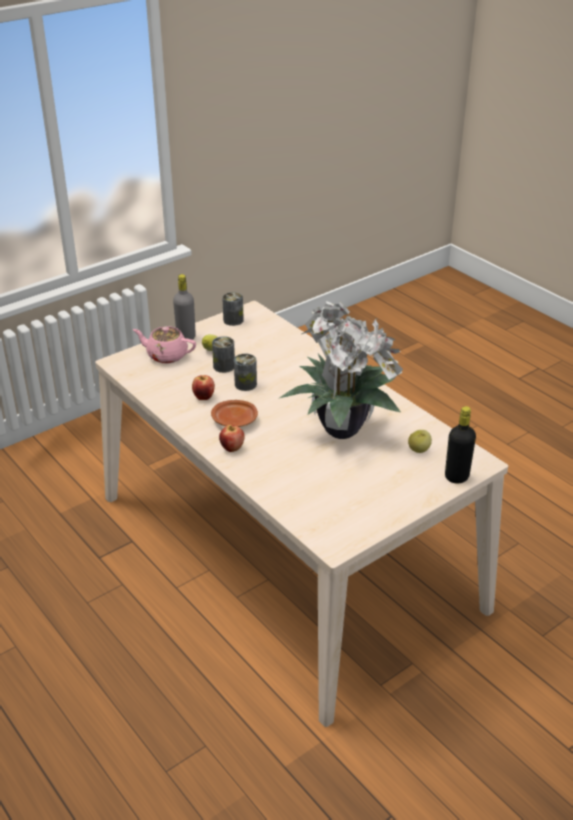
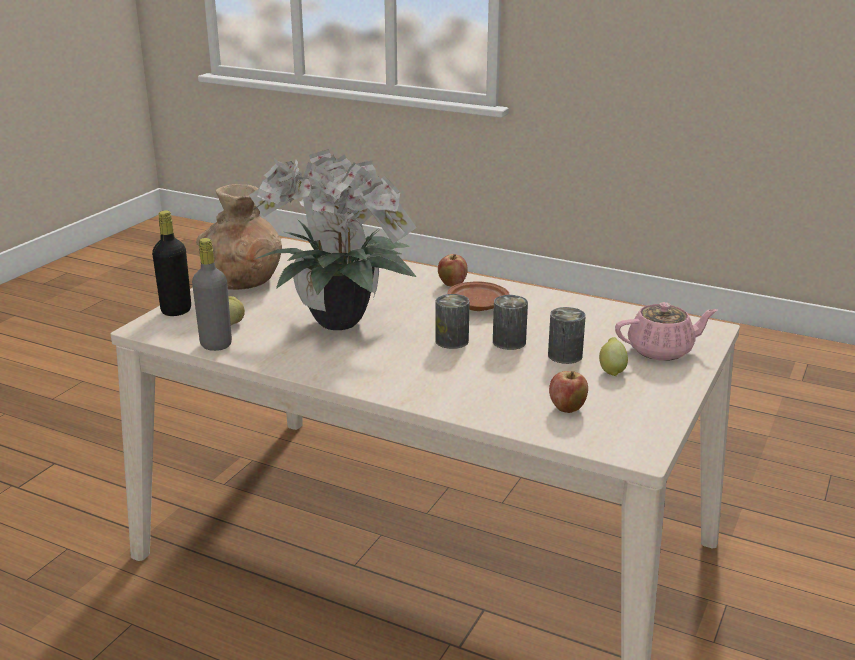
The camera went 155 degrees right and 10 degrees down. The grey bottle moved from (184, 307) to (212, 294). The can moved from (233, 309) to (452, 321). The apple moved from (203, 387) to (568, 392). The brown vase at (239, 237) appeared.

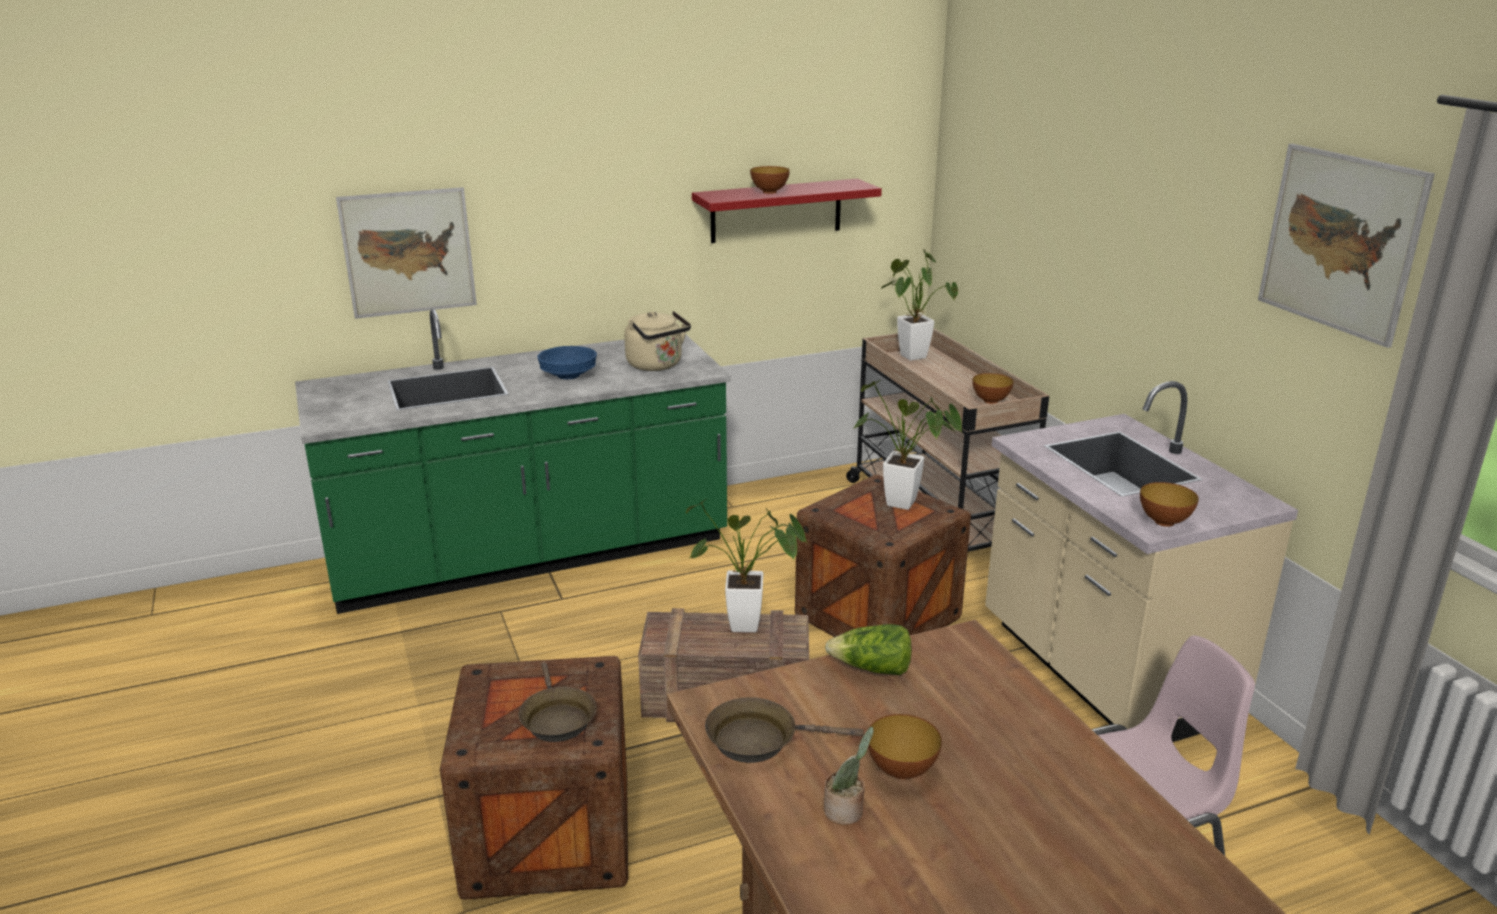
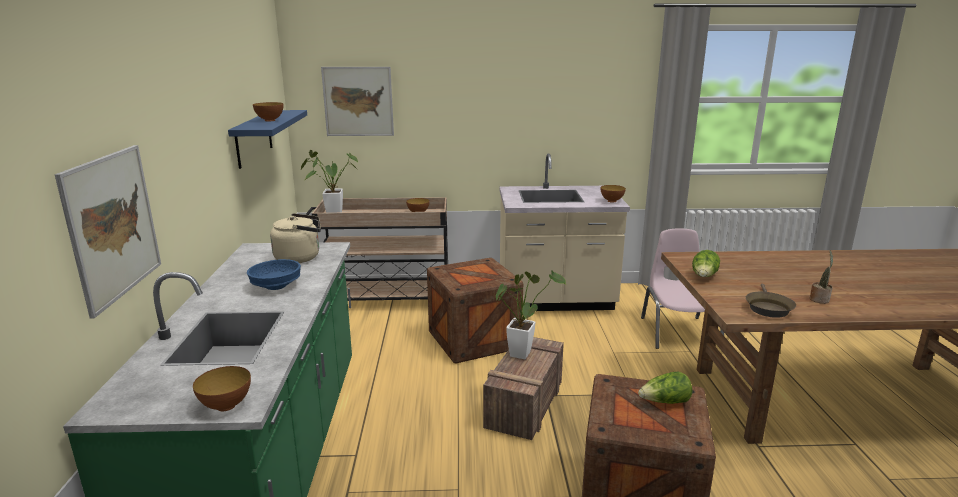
The camera went 70 degrees left and 5 degrees down. The picture moved from (1346, 245) to (357, 101). The red shelf at (787, 211) became the blue shelf at (267, 139). The potted plant at (908, 445) disappeared. The brown frying pan at (558, 702) was replaced by the lettuce at (665, 388). The bowl moved from (905, 746) to (222, 388).

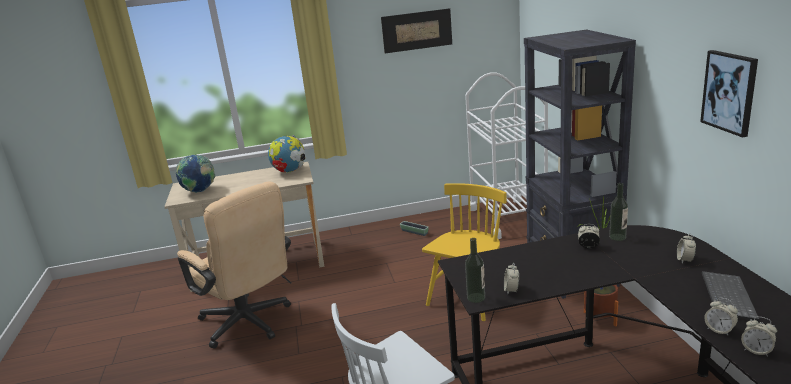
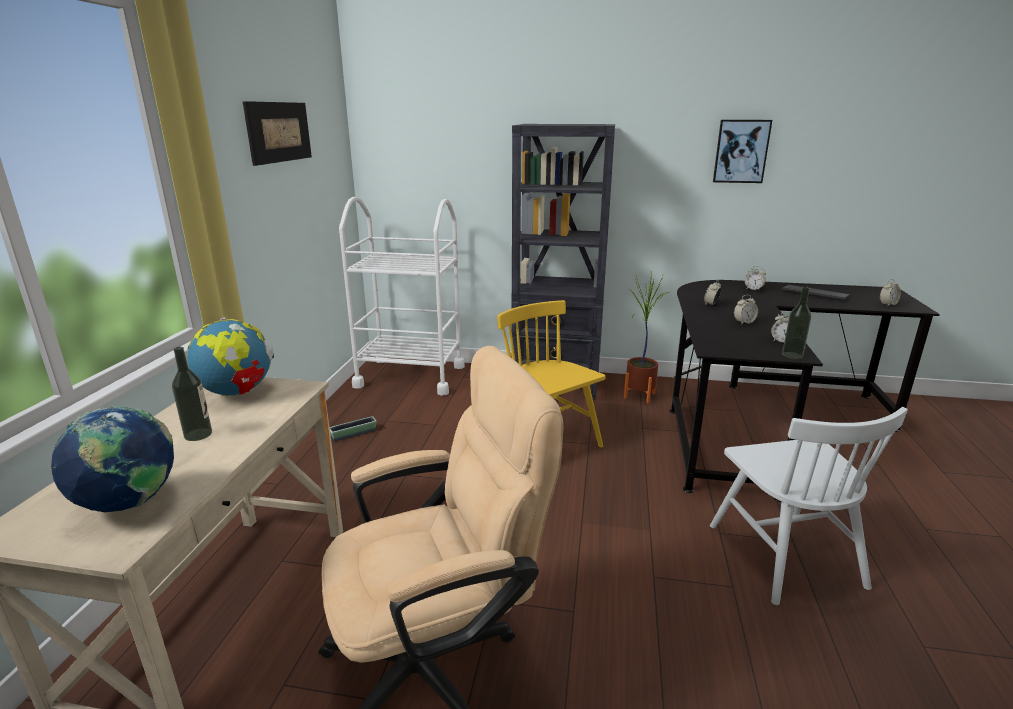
The camera went 70 degrees left and 0 degrees up. The bottle moved from (618, 212) to (192, 394). The alarm clock moved from (721, 316) to (746, 310).

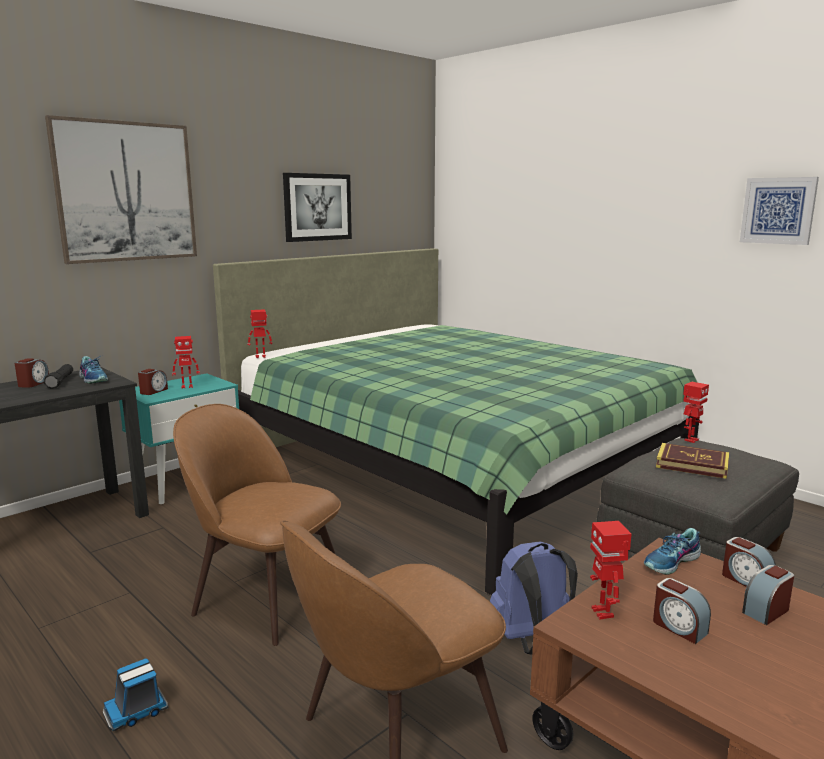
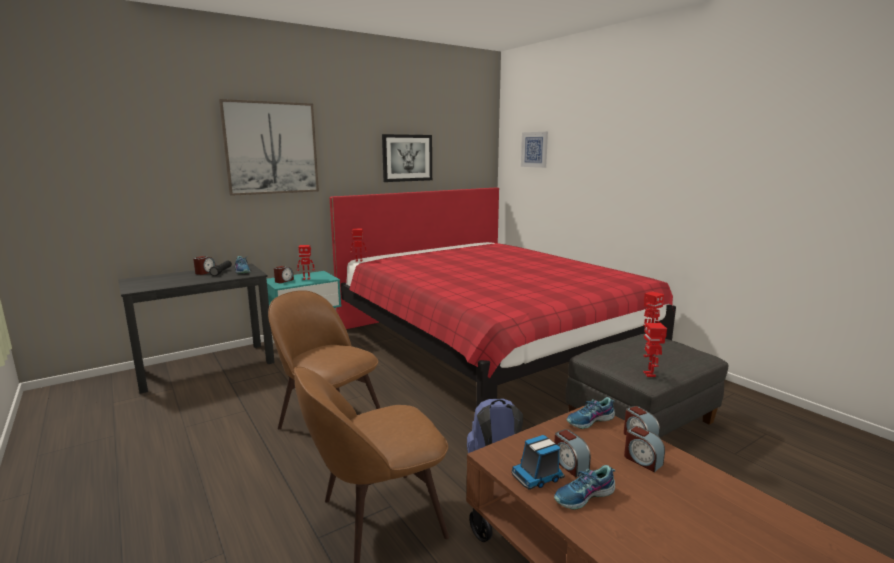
The camera went 10 degrees right and 0 degrees up. The picture moved from (779, 211) to (534, 150). The green bed at (456, 421) became the red bed at (503, 298). The book at (692, 461) disappeared. The toy robot moved from (610, 570) to (655, 350). The alarm clock at (768, 595) turned 105 degrees counterclockwise. The toy truck moved from (135, 694) to (538, 462). The shoe at (584, 487) appeared.

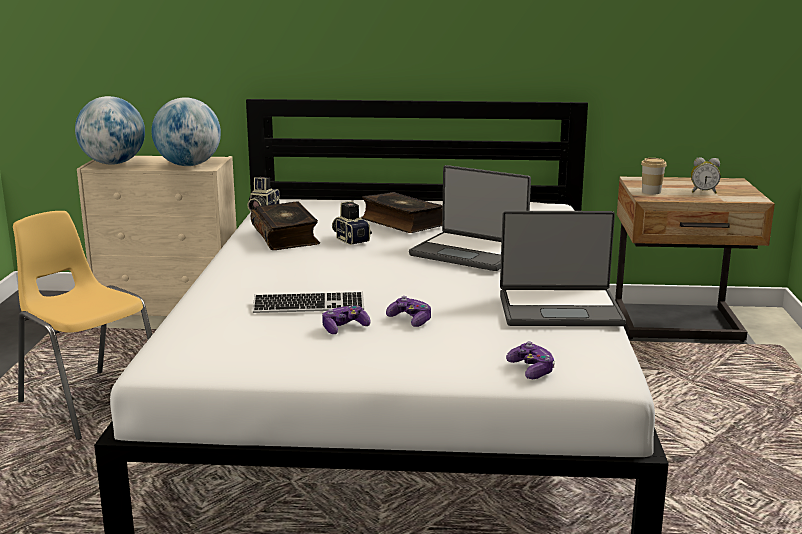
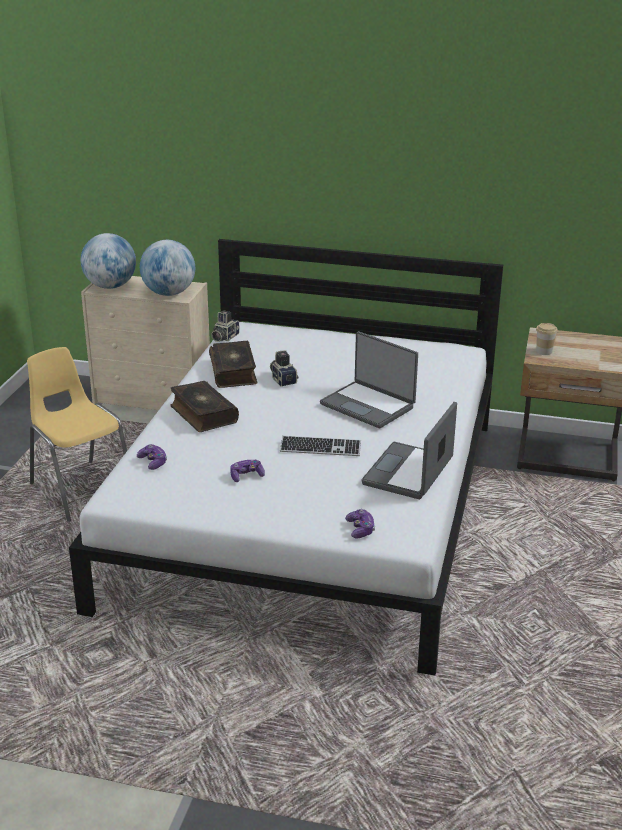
The camera went 10 degrees right and 10 degrees up. The alarm clock at (706, 175) disappeared. The book moved from (402, 212) to (204, 406). The laptop at (563, 268) turned 105 degrees clockwise. The keyboard moved from (308, 302) to (320, 446). The game controller moved from (408, 311) to (152, 457).

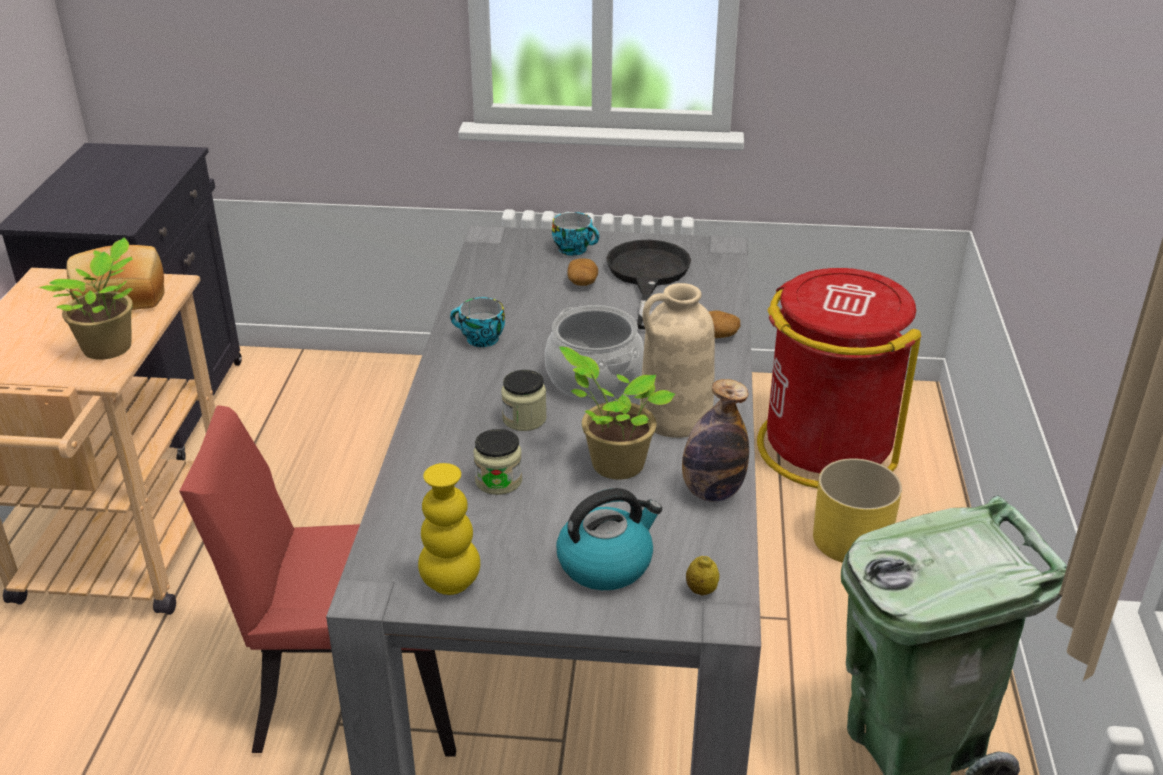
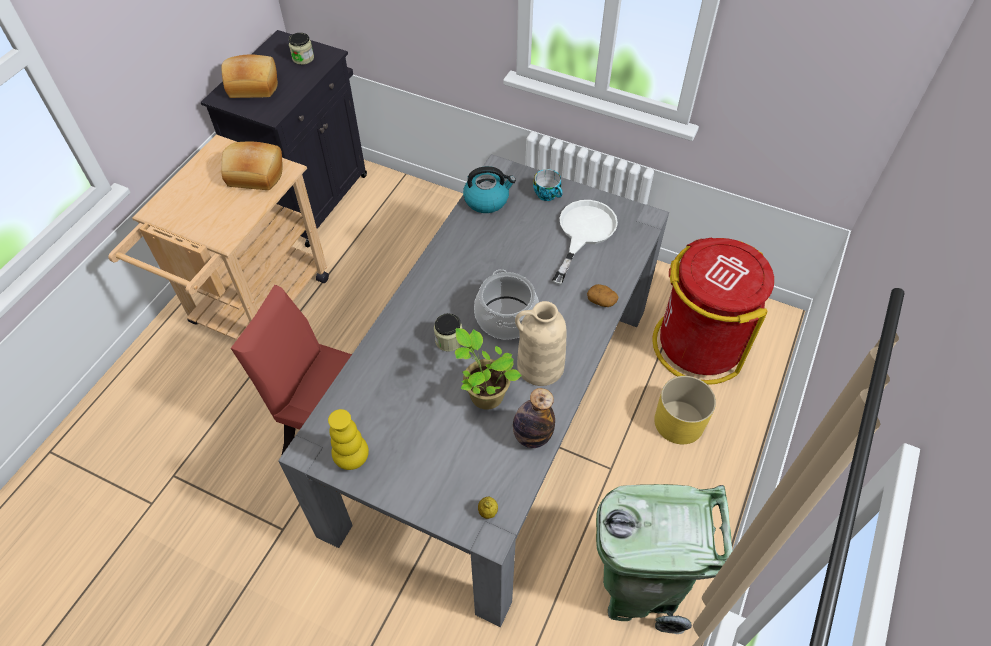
The camera went 20 degrees right and 20 degrees up. The potted plant at (86, 298) disappeared. The black frying pan at (648, 284) became the white frying pan at (585, 242). The potato at (582, 272) disappeared. The cup at (477, 322) disappeared. The jar moved from (497, 462) to (301, 49). The kettle moved from (609, 539) to (489, 189). The bread at (249, 76) appeared.

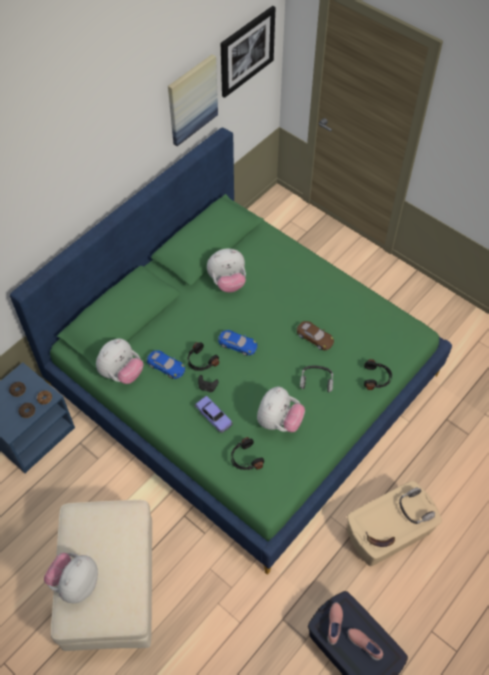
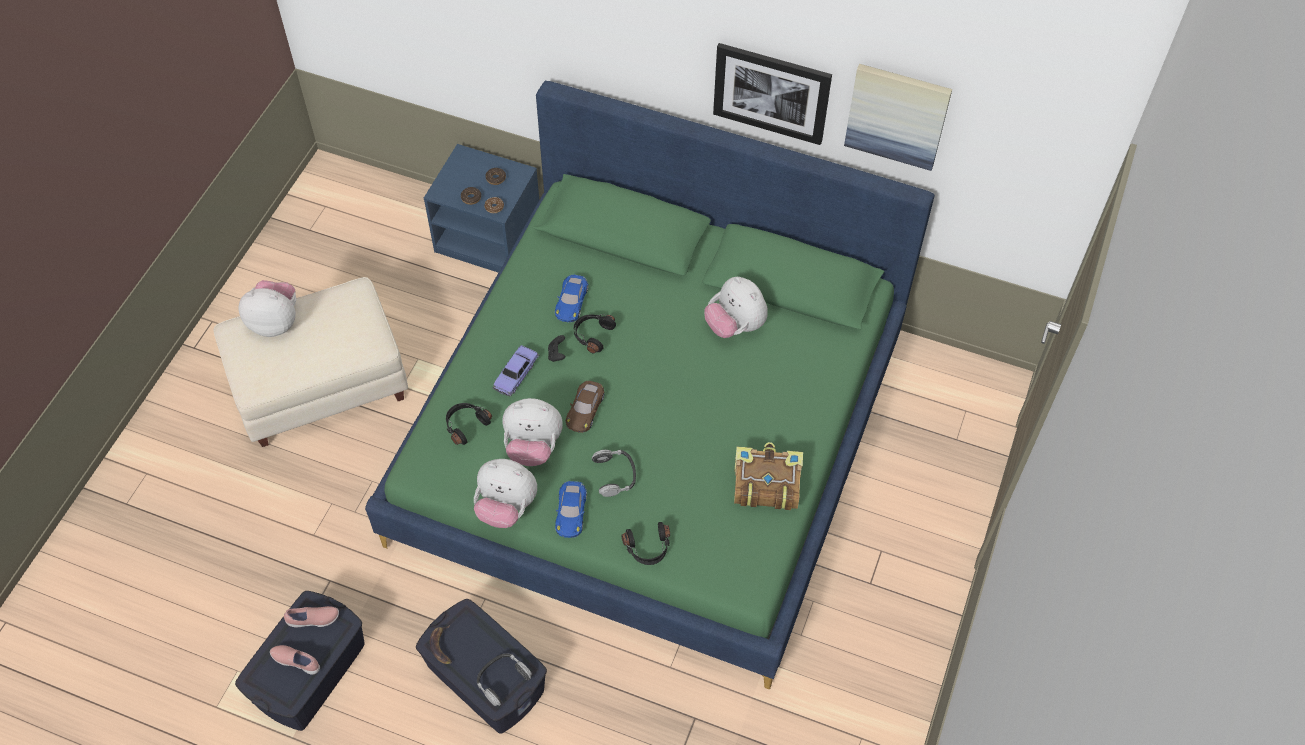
The camera went 70 degrees right and 0 degrees up. The picture moved from (248, 52) to (772, 94). The brown toy car moved from (315, 335) to (585, 407). The blue toy car moved from (237, 343) to (571, 509). The plush toy moved from (119, 361) to (505, 493). The beige storage box at (394, 523) became the blue storage box at (481, 666). The pink shoe at (365, 644) turned 90 degrees counterclockwise. The book at (768, 476) appeared.

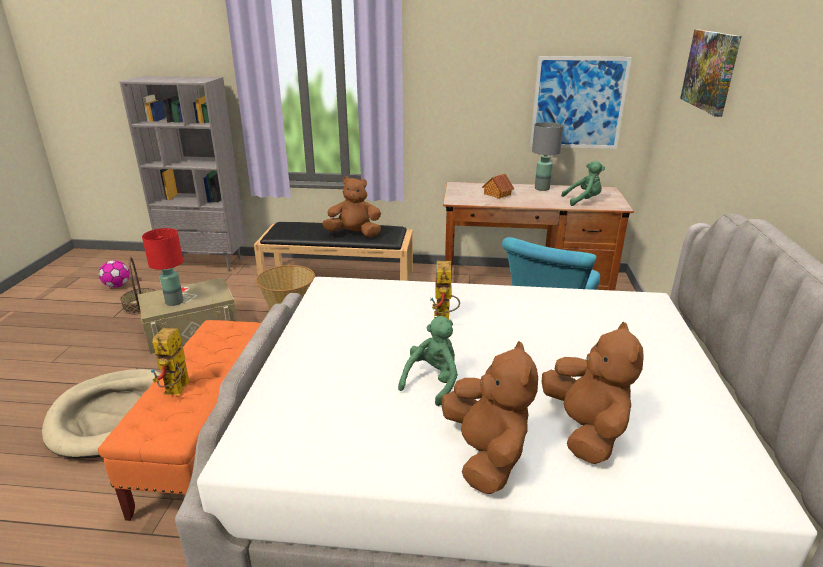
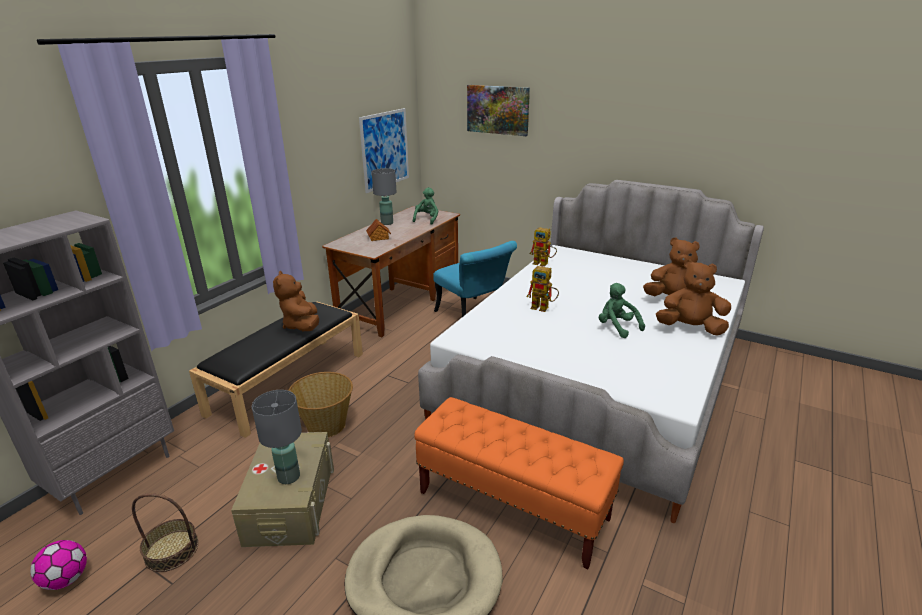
The camera went 65 degrees left and 0 degrees up. The brown plush toy at (351, 206) turned 45 degrees counterclockwise. The red table lamp at (163, 267) became the grey table lamp at (277, 437). The toy robot moved from (170, 361) to (543, 247).

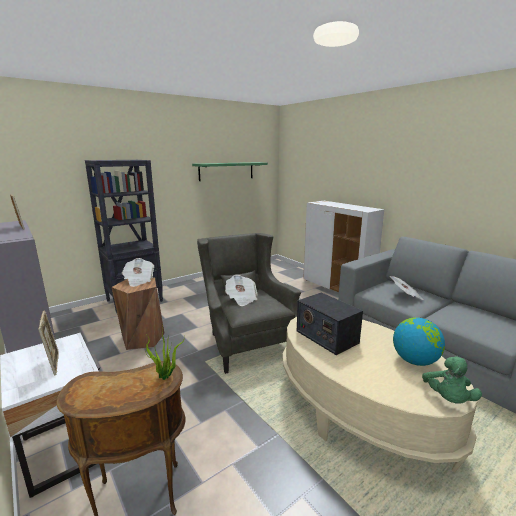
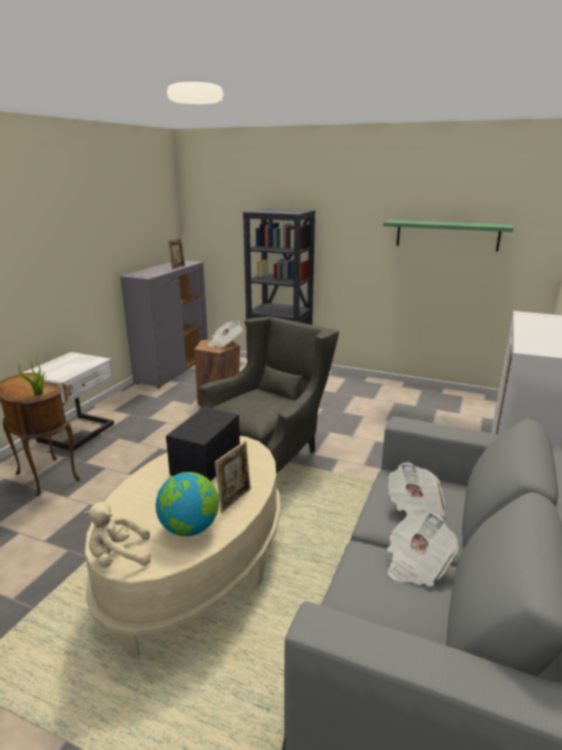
The camera went 60 degrees right and 5 degrees up. The newspaper moved from (241, 290) to (423, 549). The picture frame moved from (48, 343) to (233, 477). The green plush toy at (452, 380) became the beige plush toy at (117, 535).

